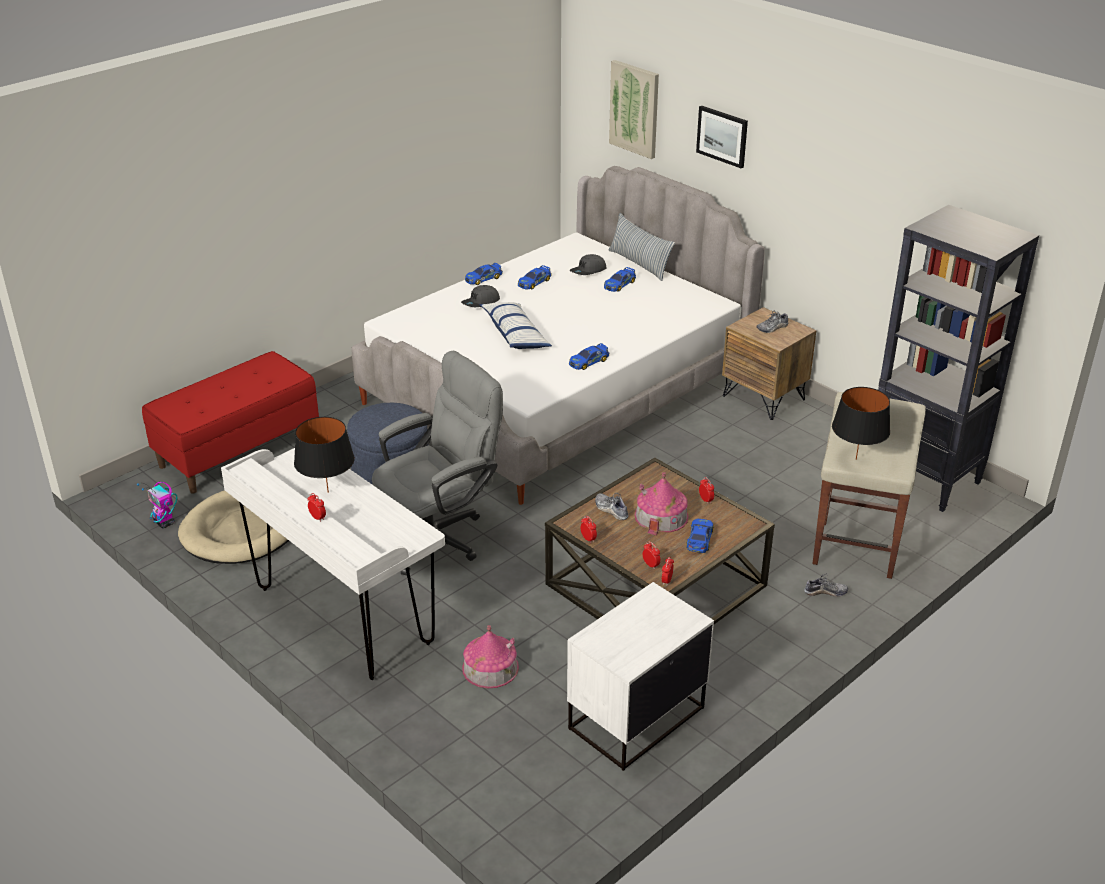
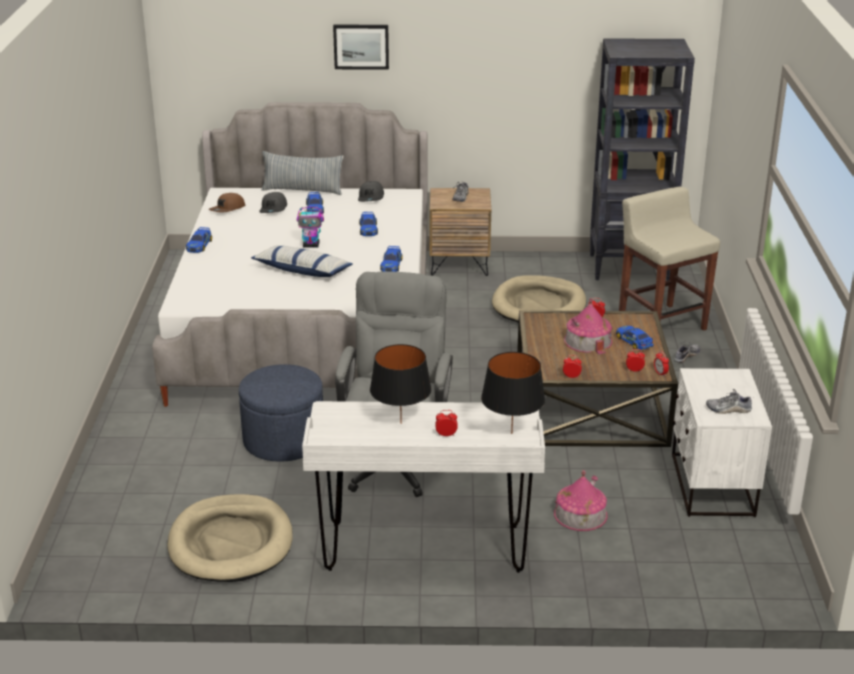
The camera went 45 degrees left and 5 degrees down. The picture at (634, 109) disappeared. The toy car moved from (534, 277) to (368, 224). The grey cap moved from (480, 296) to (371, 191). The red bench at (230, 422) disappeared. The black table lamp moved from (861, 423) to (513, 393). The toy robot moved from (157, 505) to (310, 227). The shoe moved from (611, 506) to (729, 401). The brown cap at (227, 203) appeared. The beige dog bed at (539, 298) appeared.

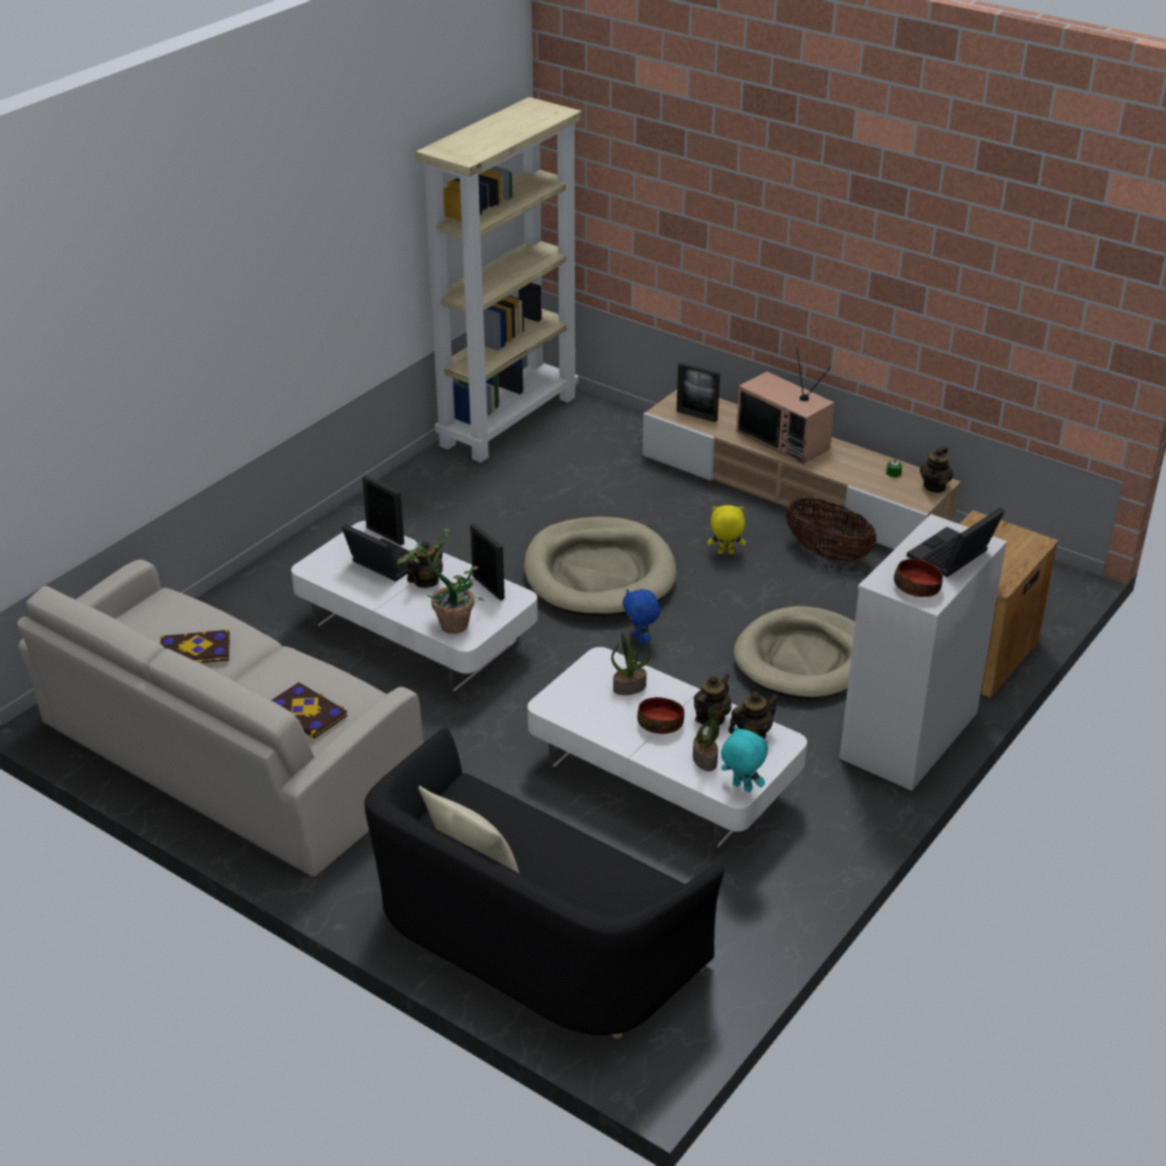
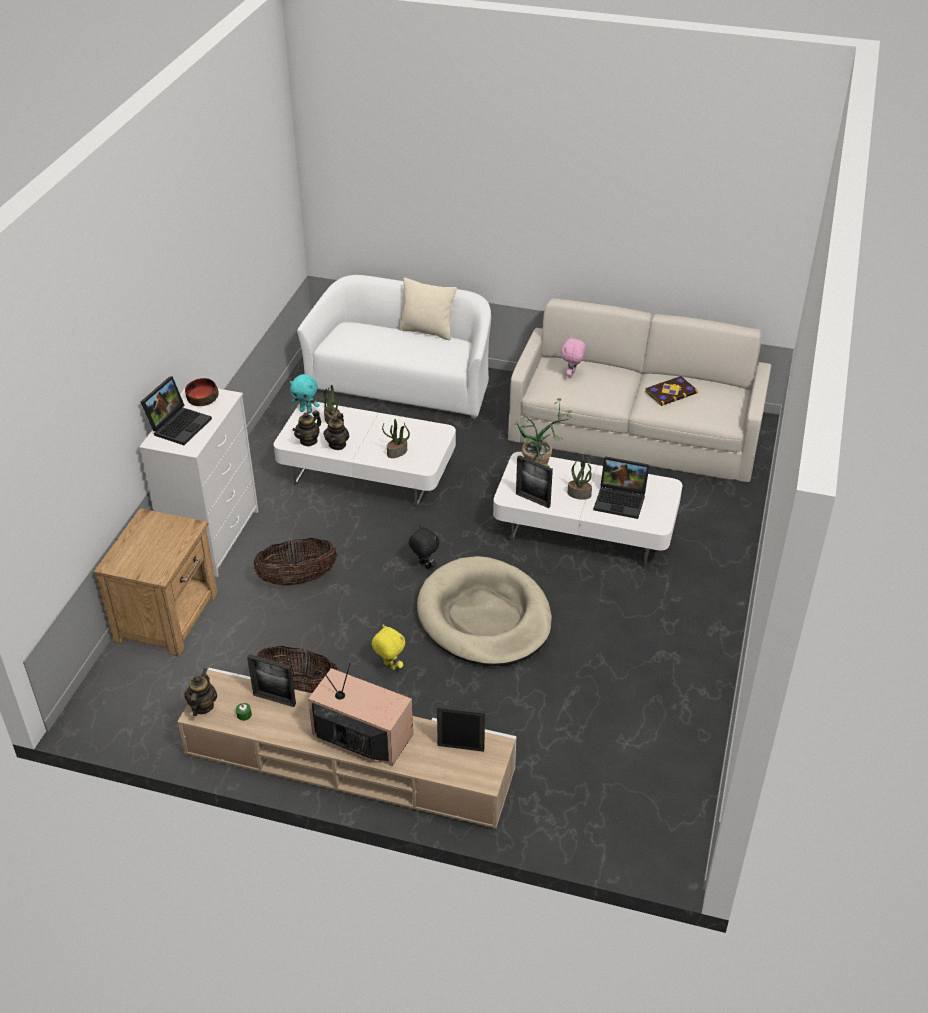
The camera went 160 degrees right and 5 degrees up. The beige bookcase at (498, 280) disappeared. The picture frame moved from (383, 510) to (271, 680). The yellow plush toy at (726, 529) turned 120 degrees counterclockwise. The teapot at (425, 564) was replaced by the potted plant at (579, 477). The blue plush toy at (641, 617) became the black plush toy at (424, 547). The beige dog bed at (794, 652) was replaced by the basket at (295, 562). The book at (309, 710) was replaced by the pink plush toy at (573, 357). The bowl at (661, 715) disappeared. The black sofa at (544, 883) became the white sofa at (394, 347).

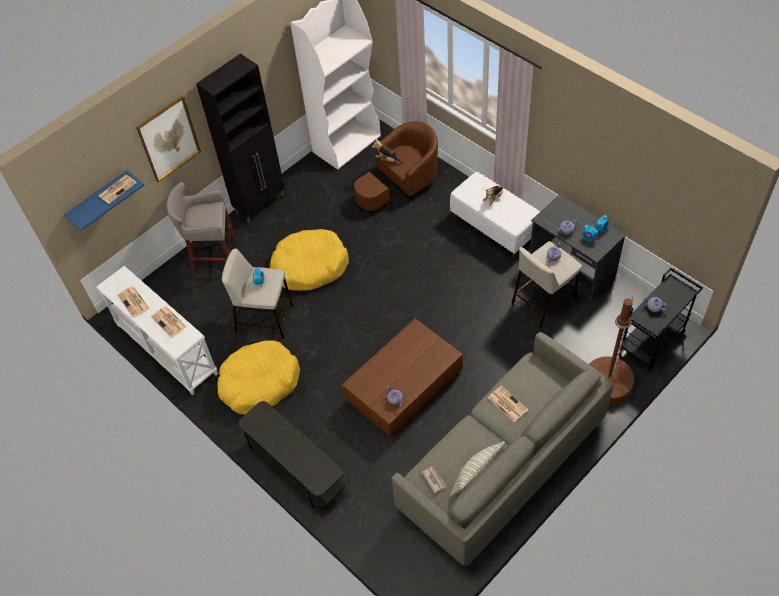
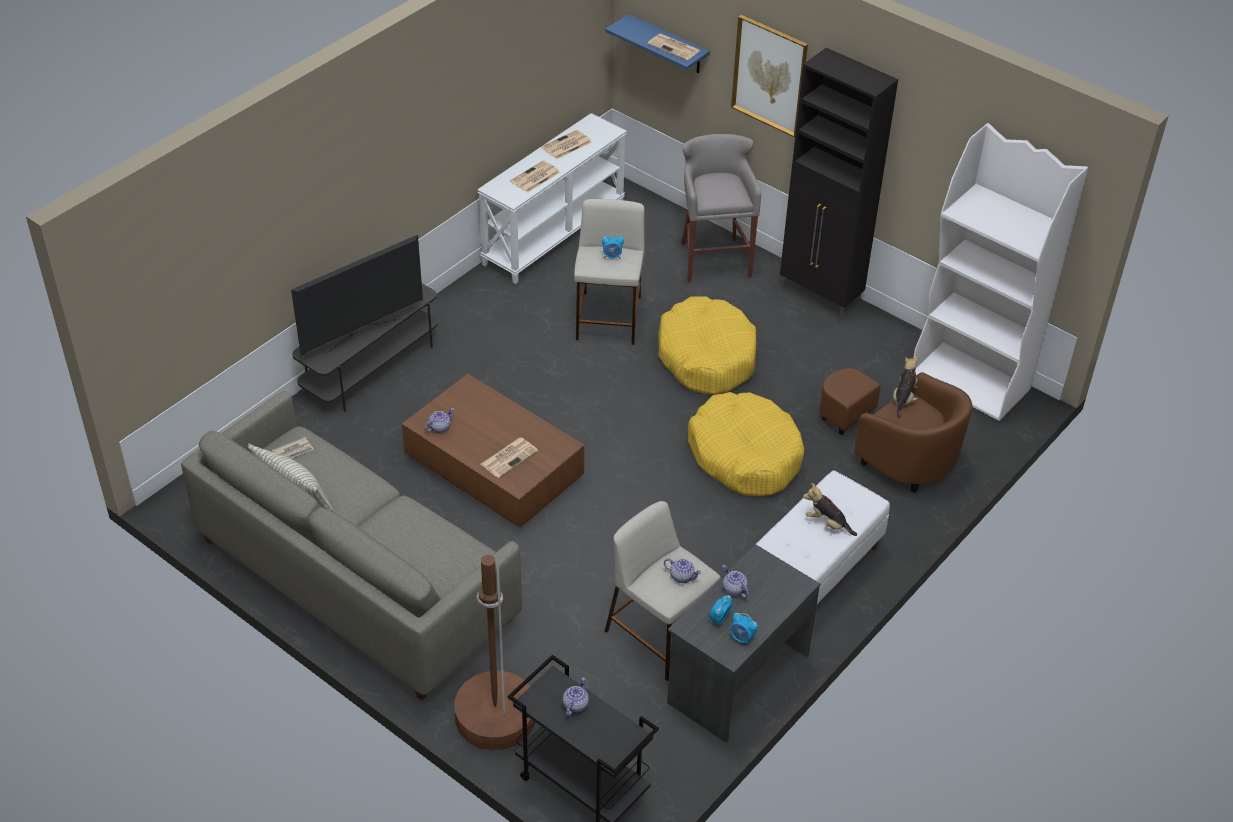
The camera went 80 degrees right and 10 degrees down. The yellow dog bed moved from (259, 377) to (746, 444). The newspaper moved from (508, 404) to (509, 458). The television at (357, 295) appeared.

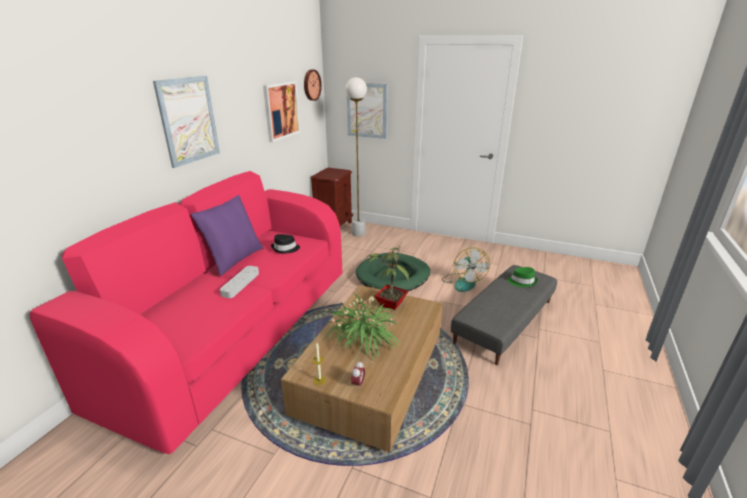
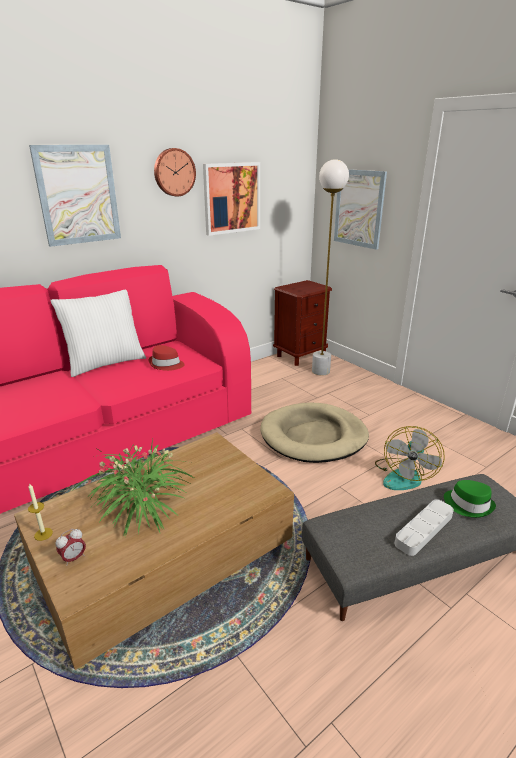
The camera went 30 degrees right and 0 degrees up. The wall clock moved from (313, 85) to (175, 172). The purple pillow at (227, 235) became the white pillow at (98, 333). The black hat at (285, 243) became the red hat at (167, 358). The potted plant at (387, 276) disappeared. The green dog bed at (393, 272) became the beige dog bed at (314, 433). The grey tray moved from (239, 282) to (424, 527).

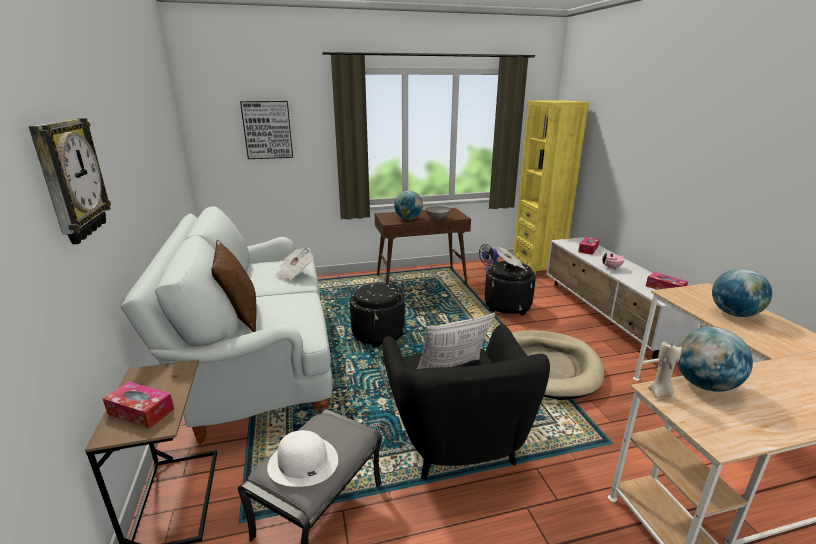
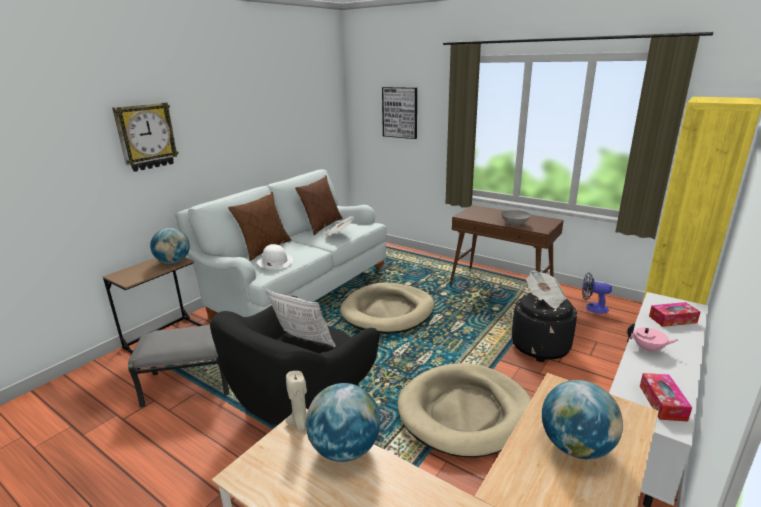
The camera went 50 degrees right and 0 degrees up. The globe moved from (408, 205) to (170, 246). The black ottoman at (377, 315) was replaced by the beige dog bed at (387, 308). The tissue box at (138, 404) disappeared. The white hat moved from (302, 458) to (275, 257). The brown pillow at (319, 205) appeared.

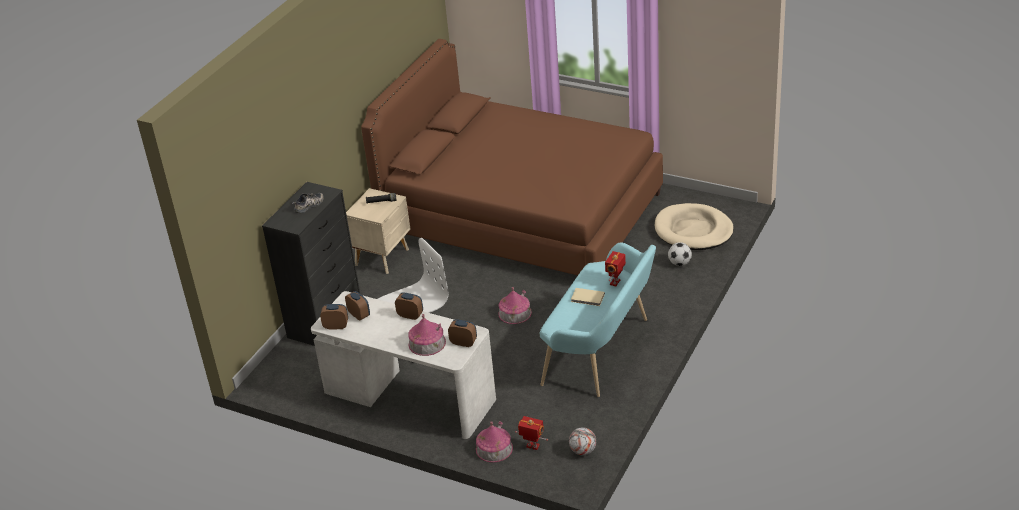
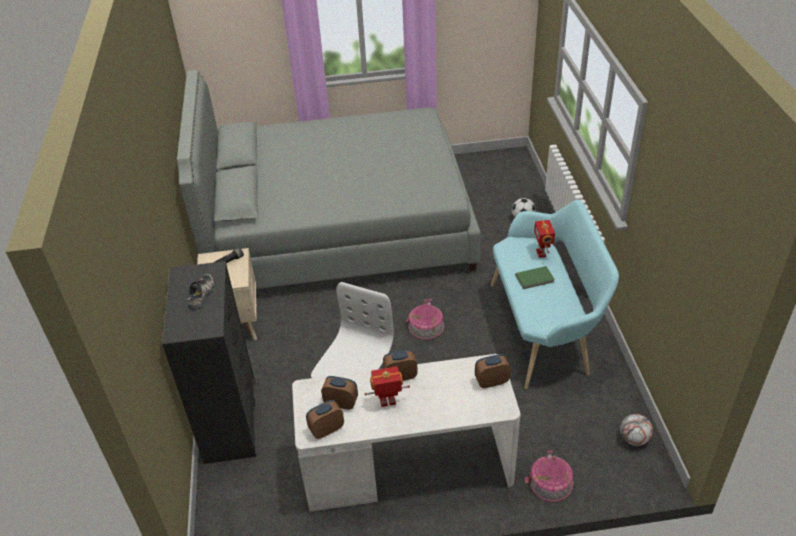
The camera went 35 degrees left and 5 degrees up. The brown bed at (512, 157) became the grey bed at (329, 179). The beige dog bed at (694, 226) disappeared. The beige book at (588, 297) became the green book at (535, 277). The toy house at (427, 335) disappeared. The toy robot moved from (531, 433) to (387, 386).

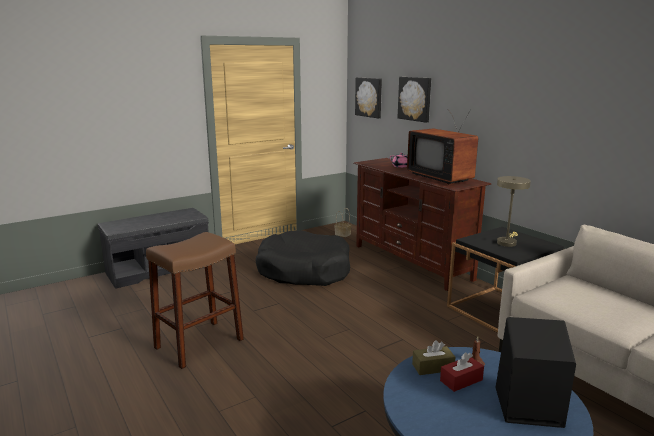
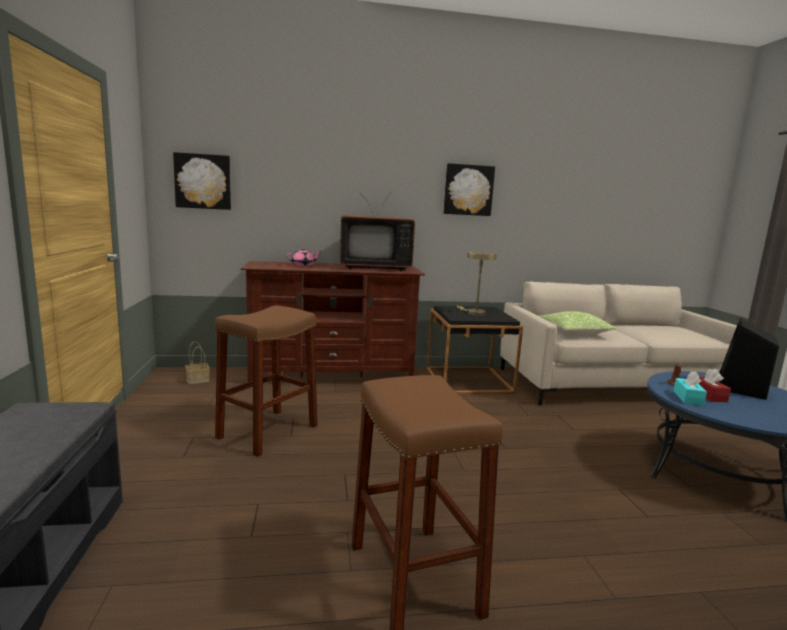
The camera went 65 degrees left and 5 degrees down. The picture moved from (414, 100) to (469, 189). The black dog bed at (302, 258) was replaced by the brown stool at (266, 381). The brown tissue box at (433, 357) became the turquoise tissue box at (690, 388). The pillow at (578, 323) appeared.

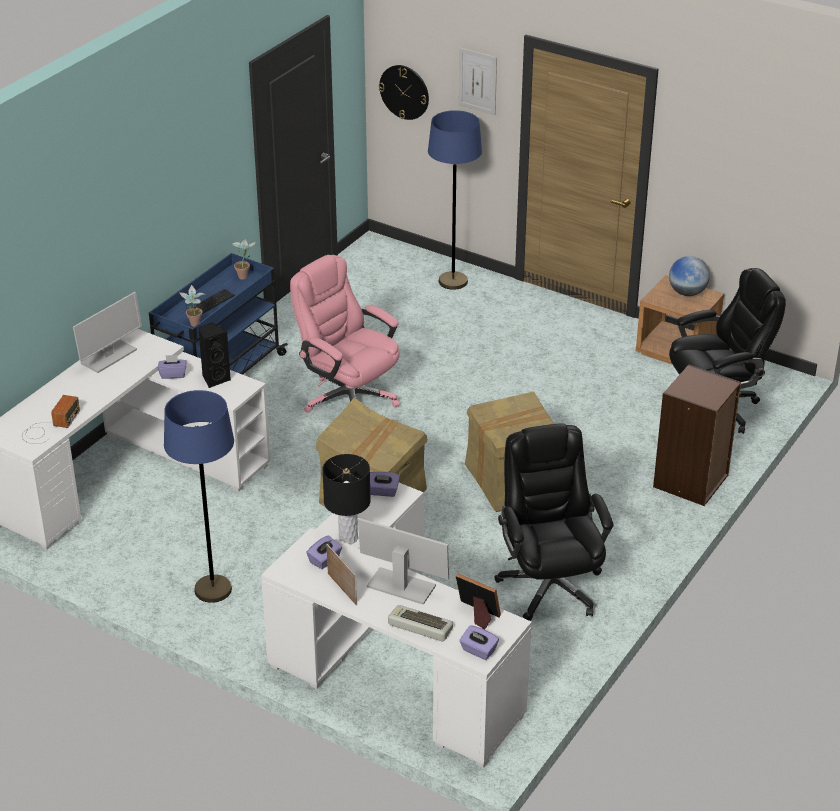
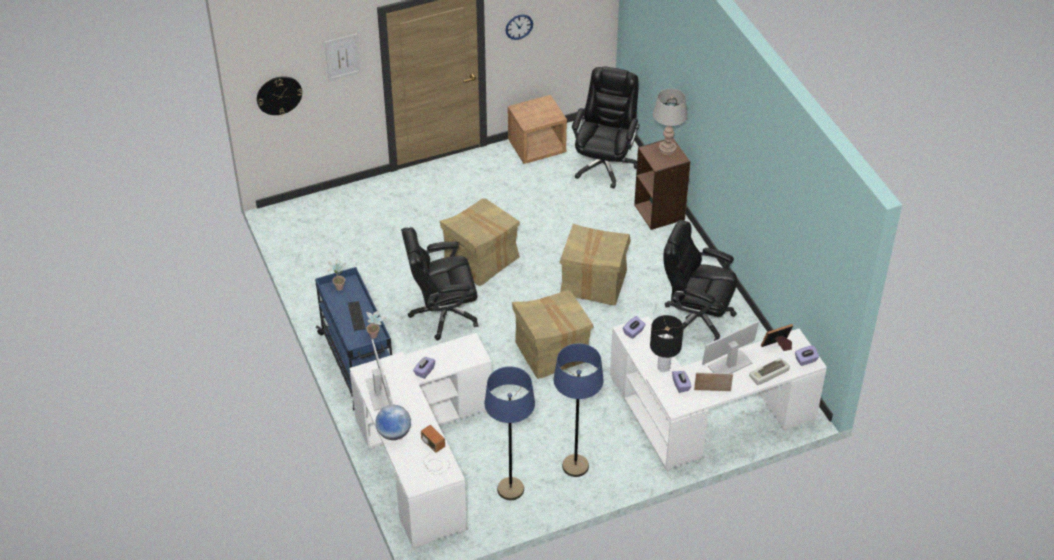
The camera went 55 degrees left and 10 degrees up. The blue floor lamp moved from (455, 200) to (509, 433). The pink office chair at (345, 334) became the black office chair at (439, 283). The globe moved from (689, 276) to (393, 422). The black speaker at (214, 355) disappeared. The wall clock at (519, 27) appeared. The grey table lamp at (670, 121) appeared. The cardboard box at (479, 242) appeared.

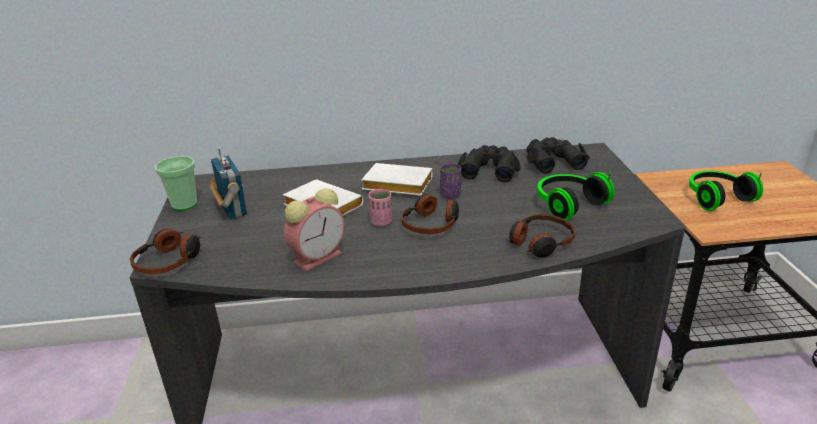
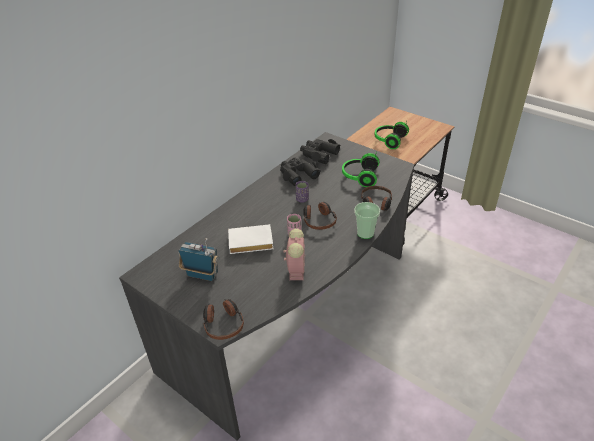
The camera went 45 degrees left and 10 degrees up. The cup moved from (176, 183) to (367, 220). The white book at (397, 179) disappeared.

